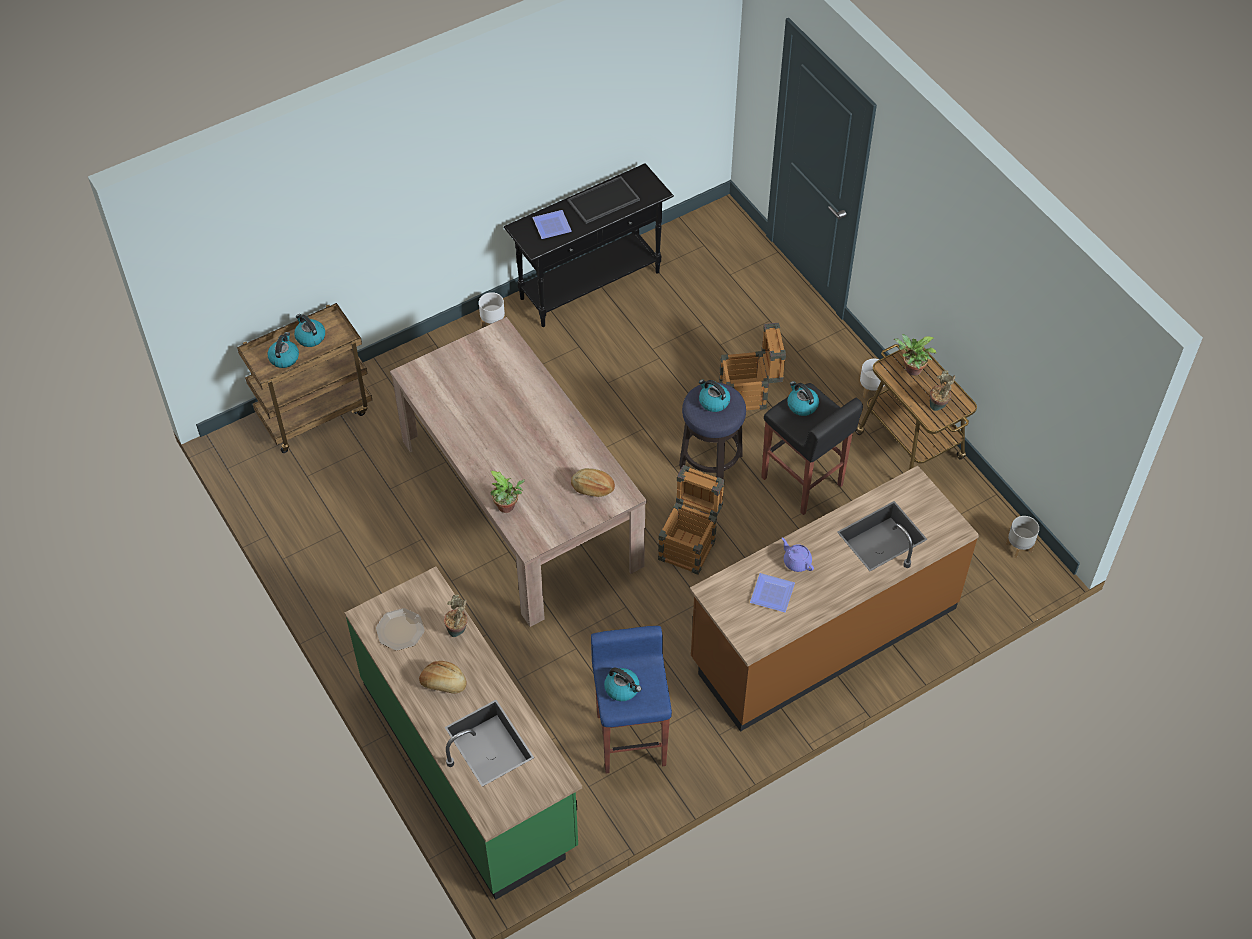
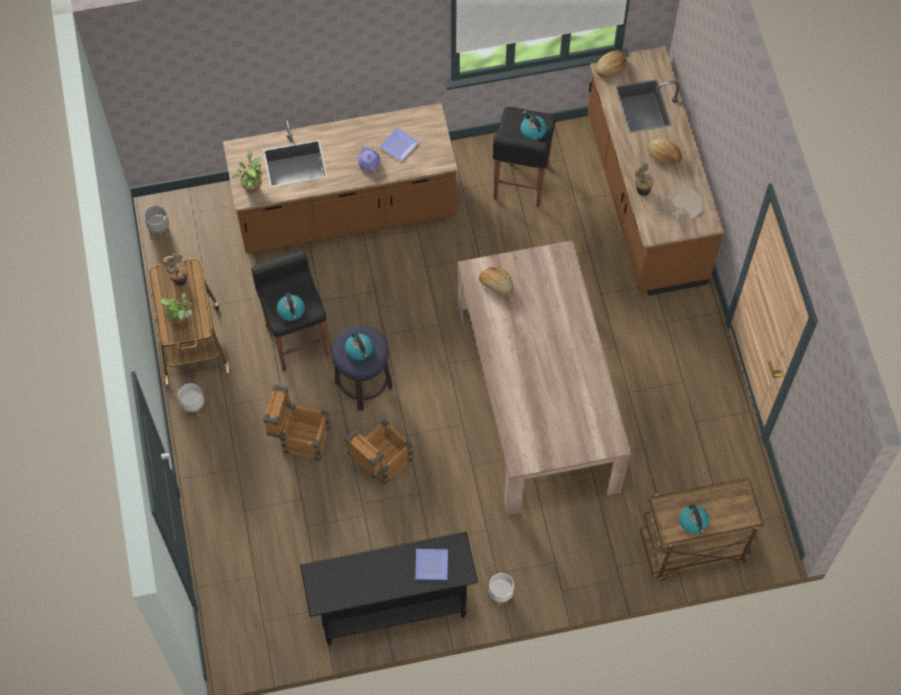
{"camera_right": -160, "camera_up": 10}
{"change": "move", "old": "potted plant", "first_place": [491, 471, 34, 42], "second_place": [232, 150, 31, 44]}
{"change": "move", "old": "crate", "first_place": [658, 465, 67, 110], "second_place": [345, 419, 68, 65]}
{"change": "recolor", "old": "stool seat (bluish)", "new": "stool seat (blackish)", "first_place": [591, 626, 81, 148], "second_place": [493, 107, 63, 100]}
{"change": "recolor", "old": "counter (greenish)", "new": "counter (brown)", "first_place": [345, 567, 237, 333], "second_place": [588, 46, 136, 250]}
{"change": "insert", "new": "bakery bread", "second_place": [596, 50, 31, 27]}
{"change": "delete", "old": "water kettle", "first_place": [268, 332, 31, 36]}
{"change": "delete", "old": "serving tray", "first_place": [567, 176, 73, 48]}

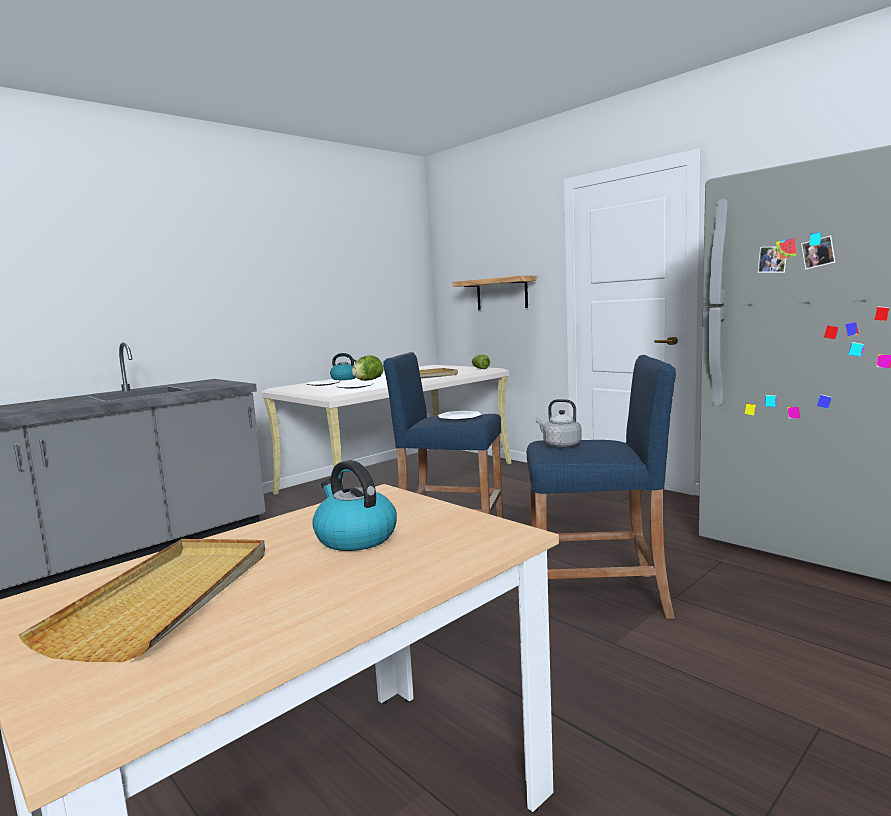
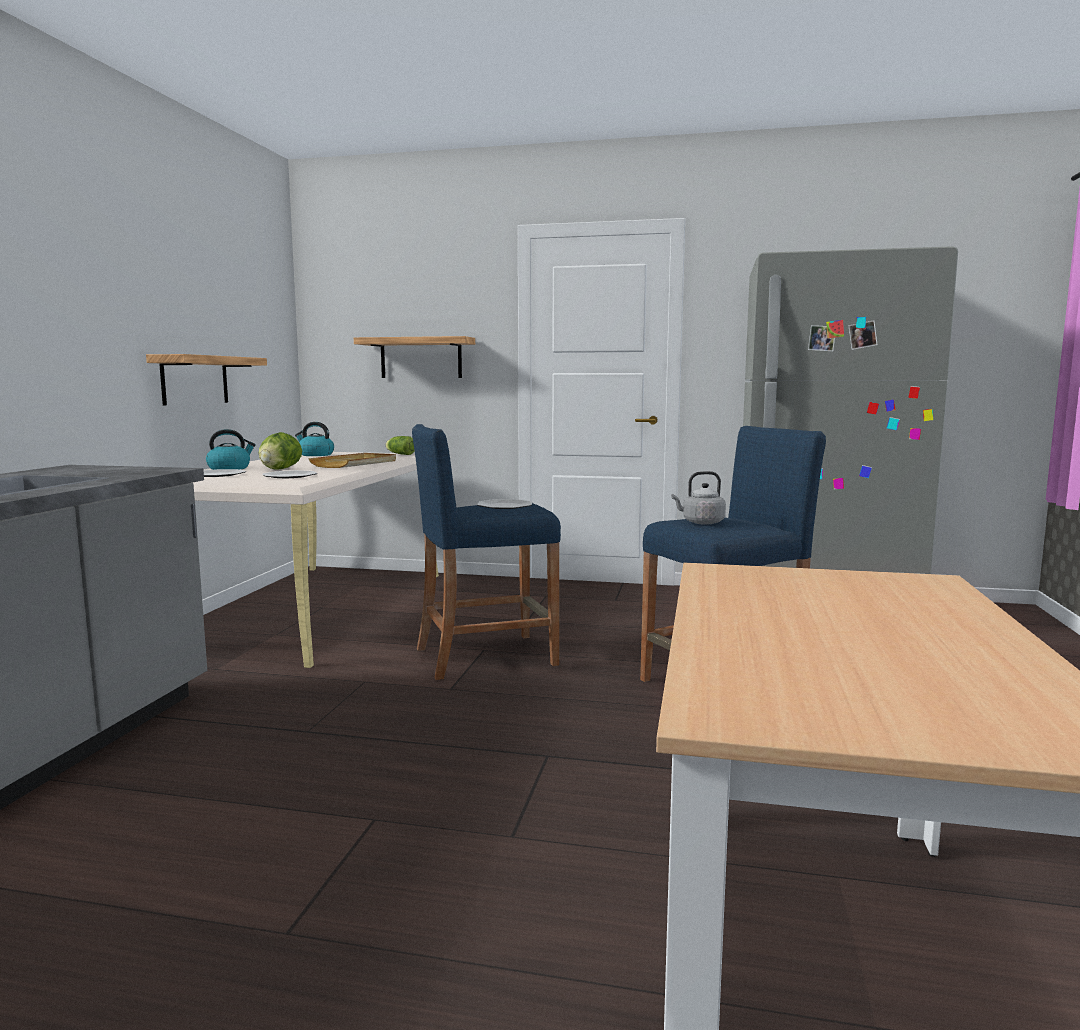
{"camera_right": -35, "camera_up": 0}
{"change": "insert", "new": "wall shelf", "second_place": [146, 354, 121, 51]}
{"change": "move", "old": "water kettle", "first_place": [312, 460, 85, 91], "second_place": [295, 422, 39, 34]}
{"change": "delete", "old": "serving tray (beige)", "first_place": [19, 539, 246, 123]}

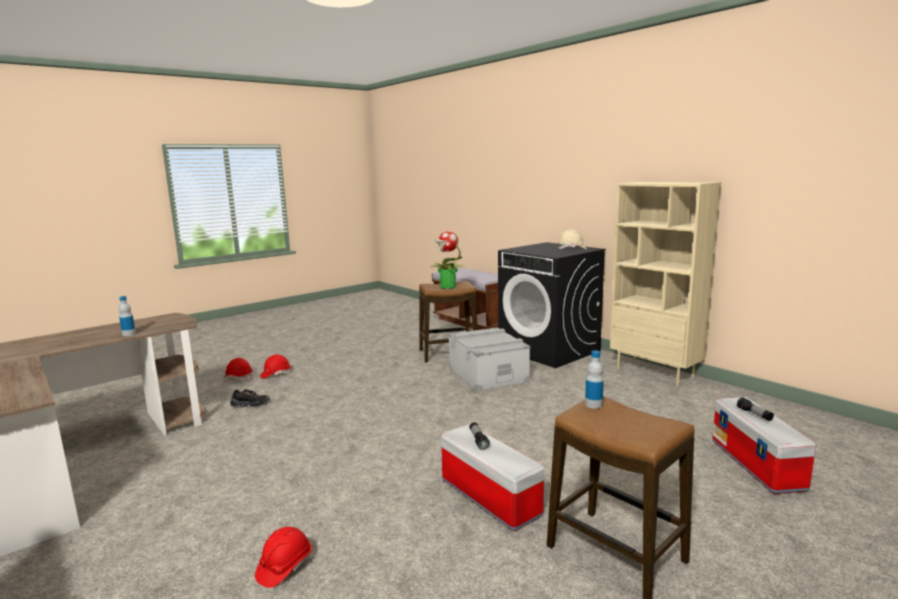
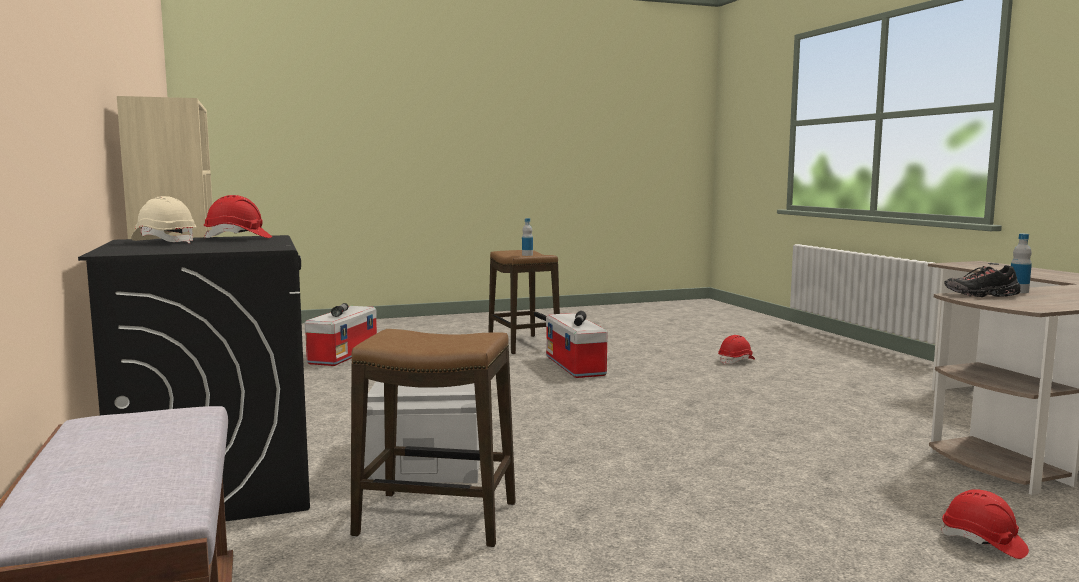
{"camera_right": -160, "camera_up": -5}
{"change": "move", "old": "hard hat (red-coloured)", "first_place": [260, 354, 31, 25], "second_place": [204, 195, 68, 43]}
{"change": "move", "old": "item of footwear (blackish)", "first_place": [230, 389, 40, 19], "second_place": [944, 265, 77, 32]}
{"change": "delete", "old": "potted plant", "first_place": [432, 231, 31, 58]}

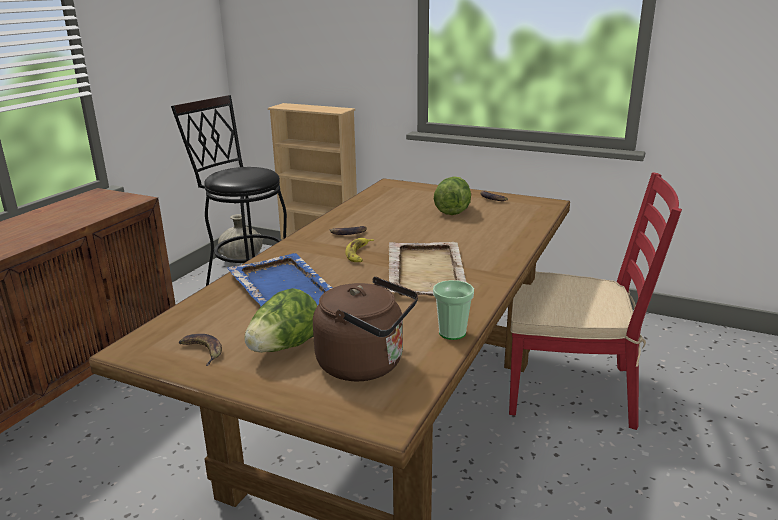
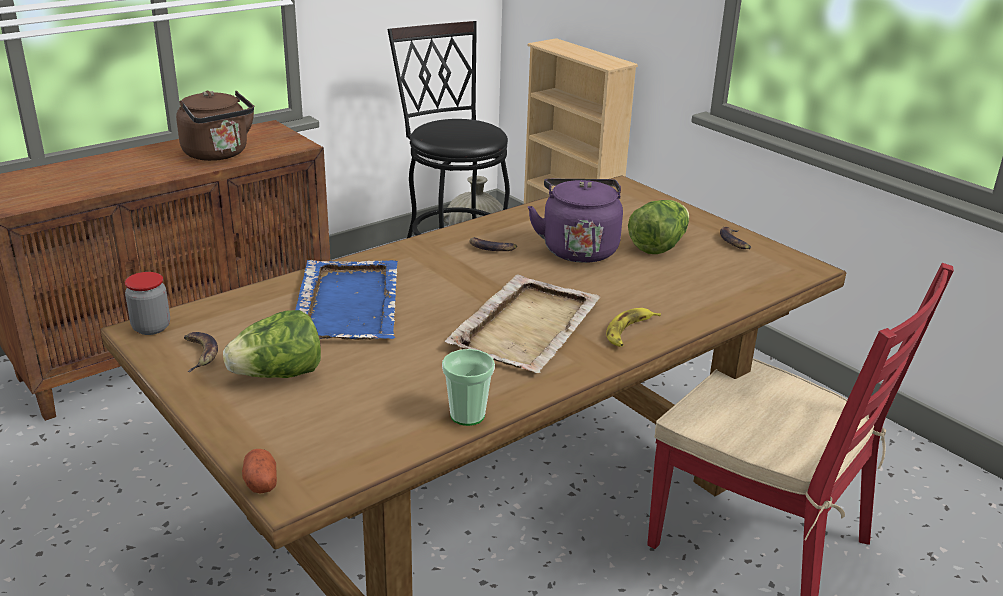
{"camera_right": 25, "camera_up": 5}
{"change": "insert", "new": "jar", "second_place": [125, 272, 45, 63]}
{"change": "move", "old": "water kettle (brown)", "first_place": [313, 277, 105, 104], "second_place": [176, 90, 78, 71]}
{"change": "insert", "new": "potato", "second_place": [242, 449, 35, 44]}
{"change": "insert", "new": "water kettle (purple)", "second_place": [528, 179, 95, 84]}
{"change": "move", "old": "banana", "first_place": [345, 238, 29, 24], "second_place": [606, 308, 55, 39]}

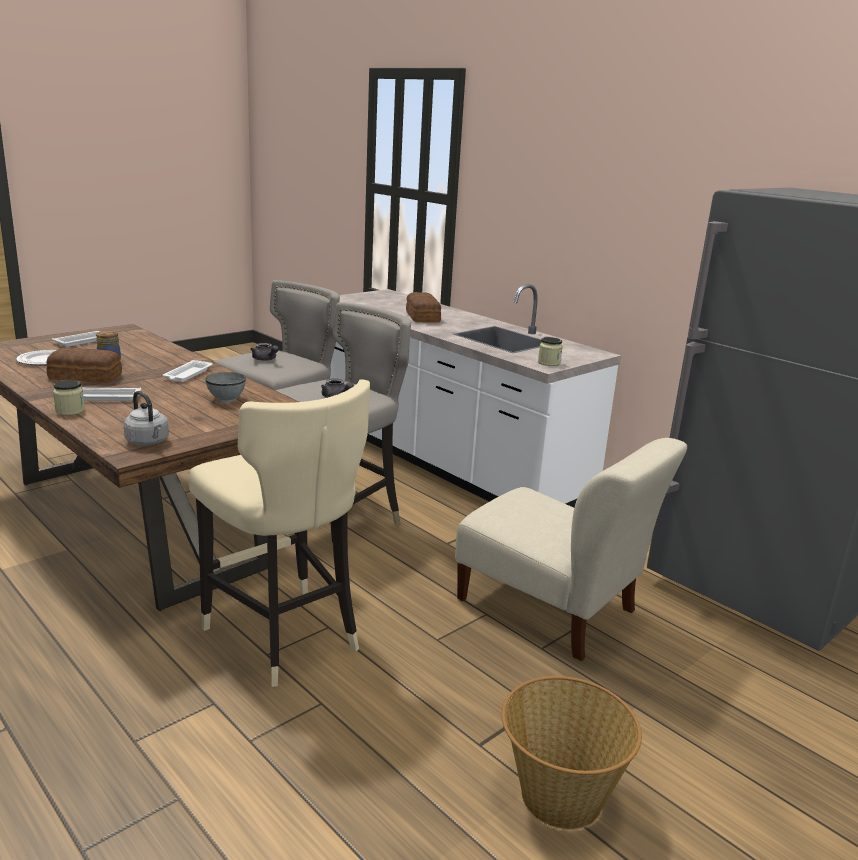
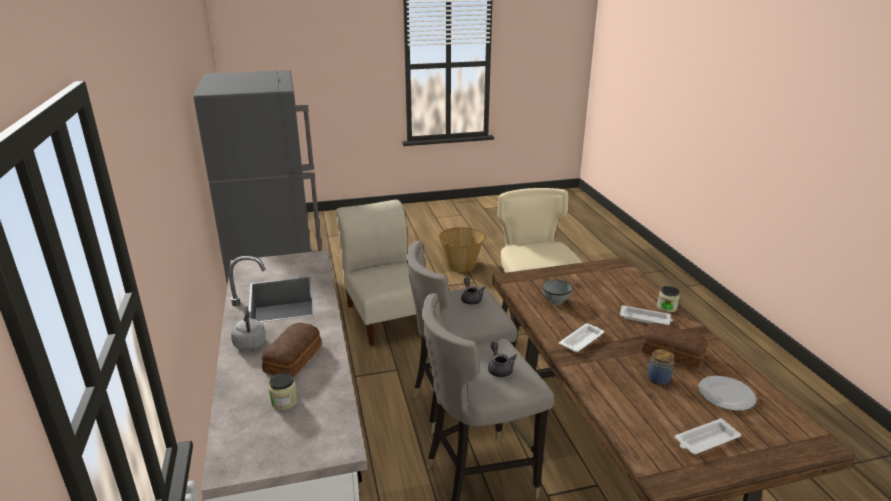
{"camera_right": -150, "camera_up": 5}
{"change": "move", "old": "water kettle (gray)", "first_place": [124, 391, 45, 55], "second_place": [231, 306, 35, 44]}
{"change": "move", "old": "jar", "first_place": [538, 337, 25, 29], "second_place": [269, 373, 29, 37]}

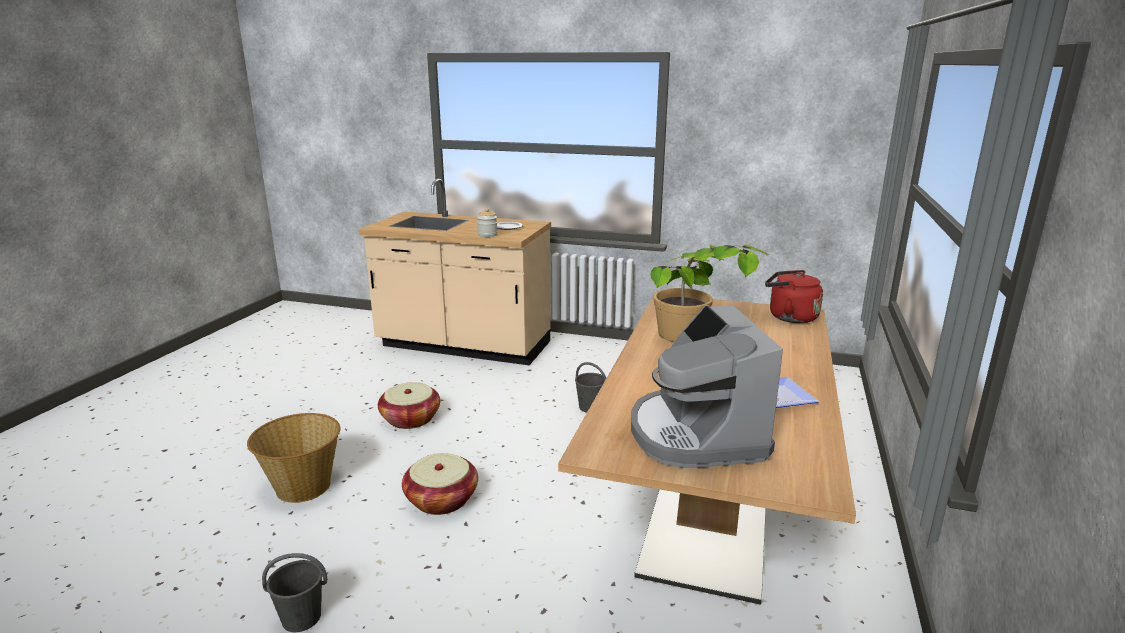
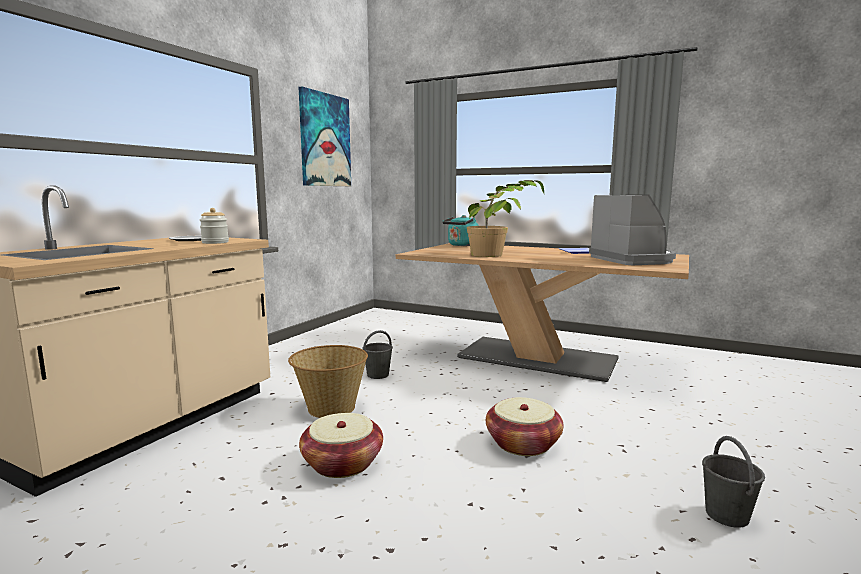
{"camera_right": -80, "camera_up": -10}
{"change": "move", "old": "storage basket", "first_place": [247, 413, 93, 90], "second_place": [288, 345, 80, 73]}
{"change": "insert", "new": "picture", "second_place": [299, 86, 52, 100]}
{"change": "recolor", "old": "water kettle (red-coloured)", "new": "water kettle (turquoise)", "first_place": [765, 270, 58, 53], "second_place": [442, 215, 37, 31]}
{"change": "rotate", "old": "coffee machine", "first_place": [631, 305, 152, 163], "second_place": [589, 194, 87, 71], "degrees": -105}

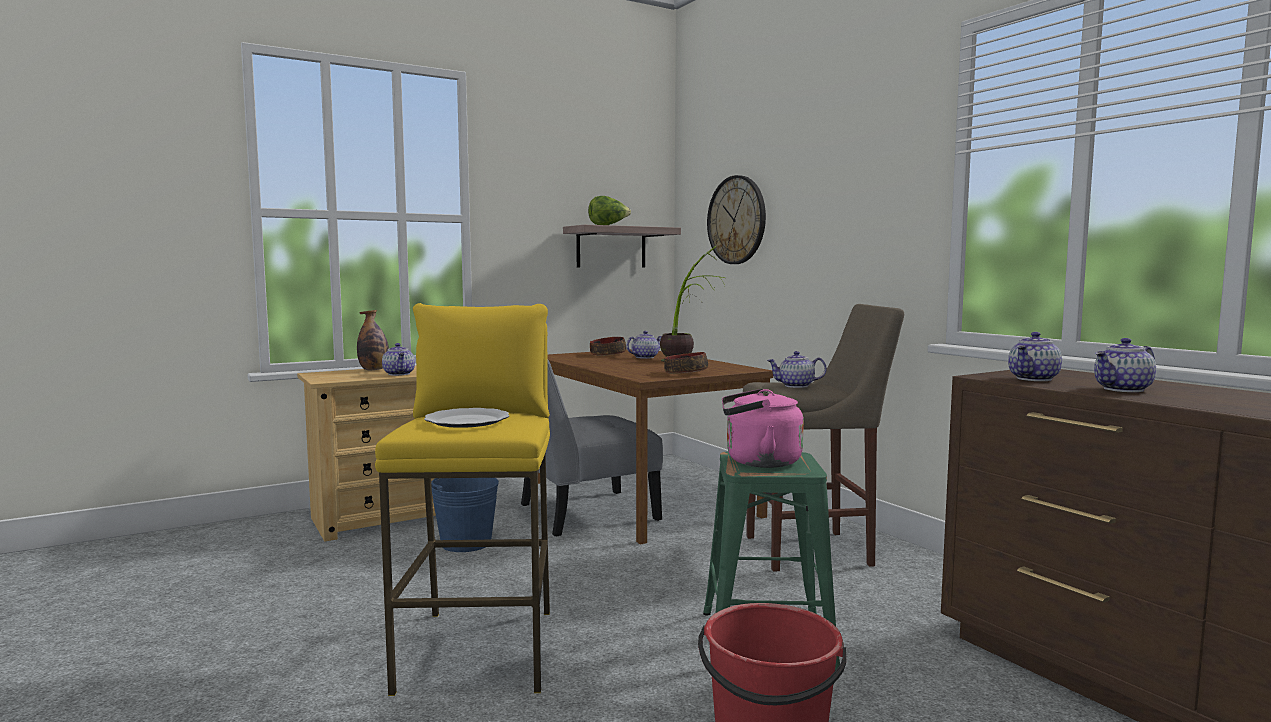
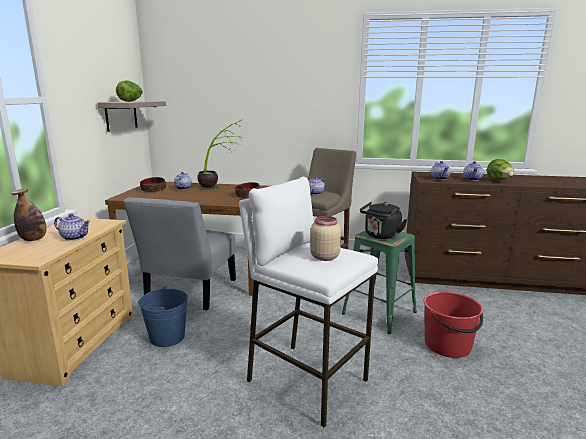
{"camera_right": -50, "camera_up": 10}
{"change": "recolor", "old": "stool seat (yellow)", "new": "stool seat (whitish)", "first_place": [375, 303, 175, 393], "second_place": [239, 176, 139, 252]}
{"change": "replace", "old": "plate", "new": "jar (beige)", "first_place": [424, 408, 86, 20], "second_place": [310, 216, 31, 45]}
{"change": "recolor", "old": "water kettle (pink)", "new": "water kettle (blackish)", "first_place": [722, 389, 82, 79], "second_place": [360, 202, 47, 37]}
{"change": "insert", "new": "lettuce", "second_place": [487, 159, 27, 22]}
{"change": "delete", "old": "wall clock", "first_place": [707, 175, 59, 89]}

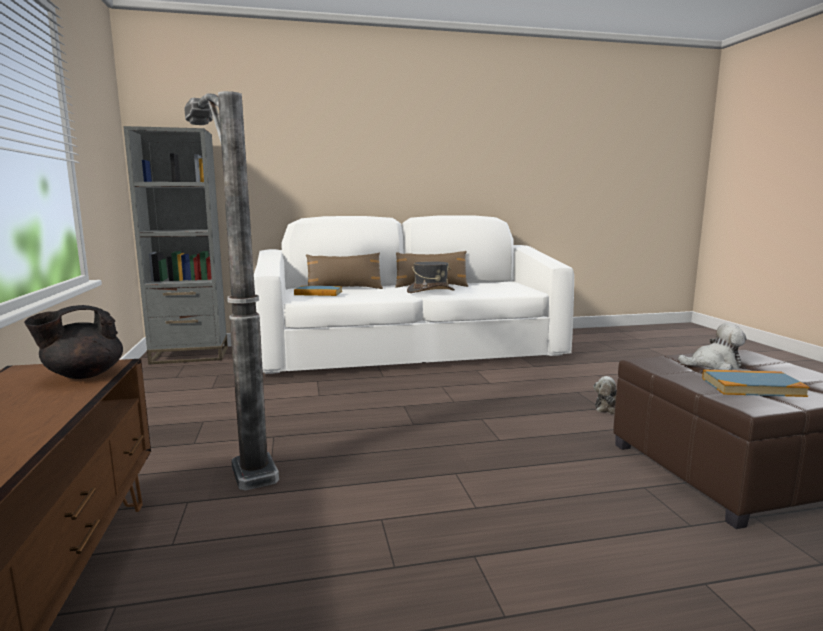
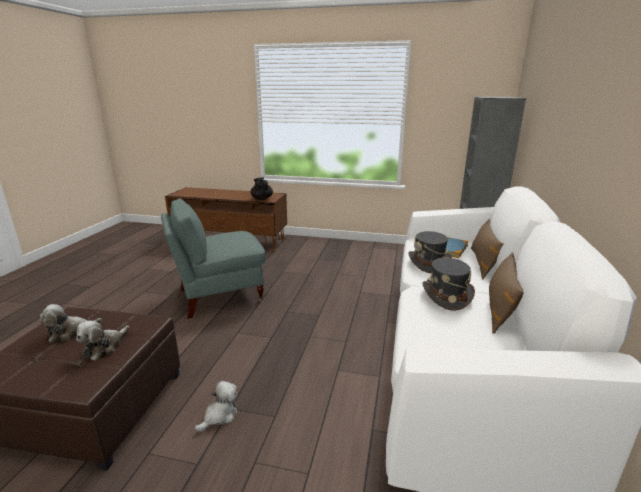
{"camera_right": 115, "camera_up": 10}
{"change": "replace", "old": "volume", "new": "cuddly toy", "first_place": [702, 370, 108, 27], "second_place": [39, 304, 63, 39]}
{"change": "insert", "new": "easy chair (gray)", "second_place": [161, 198, 105, 121]}
{"change": "insert", "new": "hat (gray)", "second_place": [408, 231, 44, 42]}
{"change": "delete", "old": "standing lamp", "first_place": [184, 91, 95, 399]}

